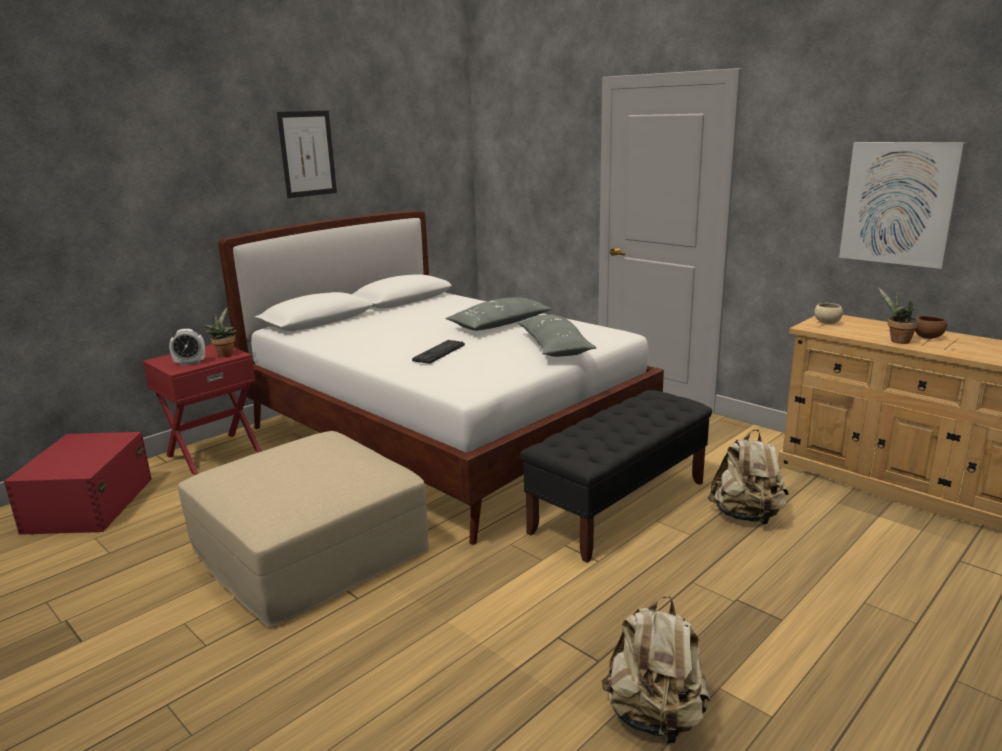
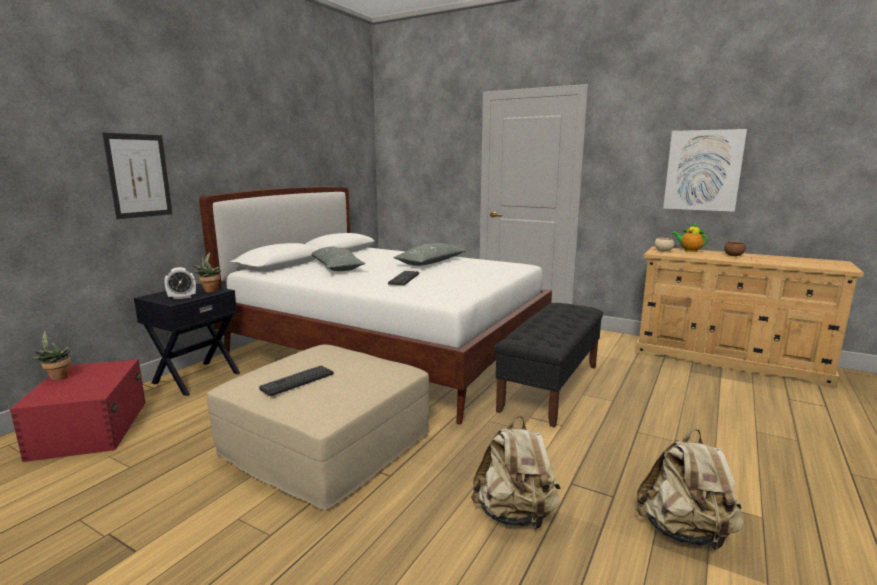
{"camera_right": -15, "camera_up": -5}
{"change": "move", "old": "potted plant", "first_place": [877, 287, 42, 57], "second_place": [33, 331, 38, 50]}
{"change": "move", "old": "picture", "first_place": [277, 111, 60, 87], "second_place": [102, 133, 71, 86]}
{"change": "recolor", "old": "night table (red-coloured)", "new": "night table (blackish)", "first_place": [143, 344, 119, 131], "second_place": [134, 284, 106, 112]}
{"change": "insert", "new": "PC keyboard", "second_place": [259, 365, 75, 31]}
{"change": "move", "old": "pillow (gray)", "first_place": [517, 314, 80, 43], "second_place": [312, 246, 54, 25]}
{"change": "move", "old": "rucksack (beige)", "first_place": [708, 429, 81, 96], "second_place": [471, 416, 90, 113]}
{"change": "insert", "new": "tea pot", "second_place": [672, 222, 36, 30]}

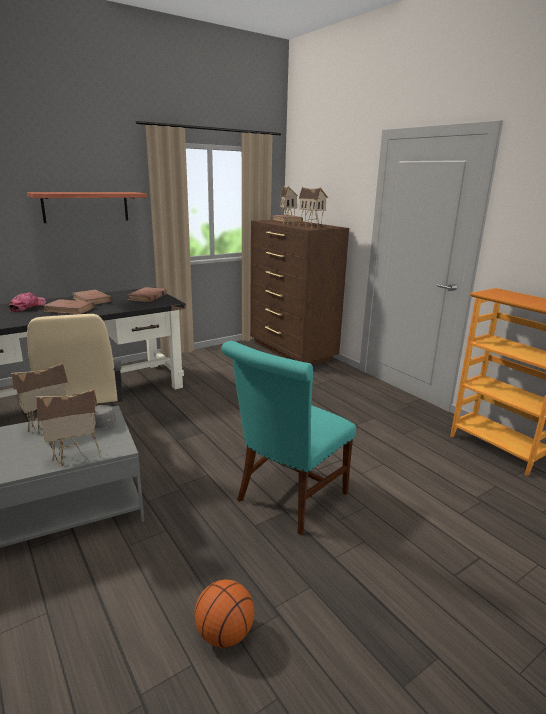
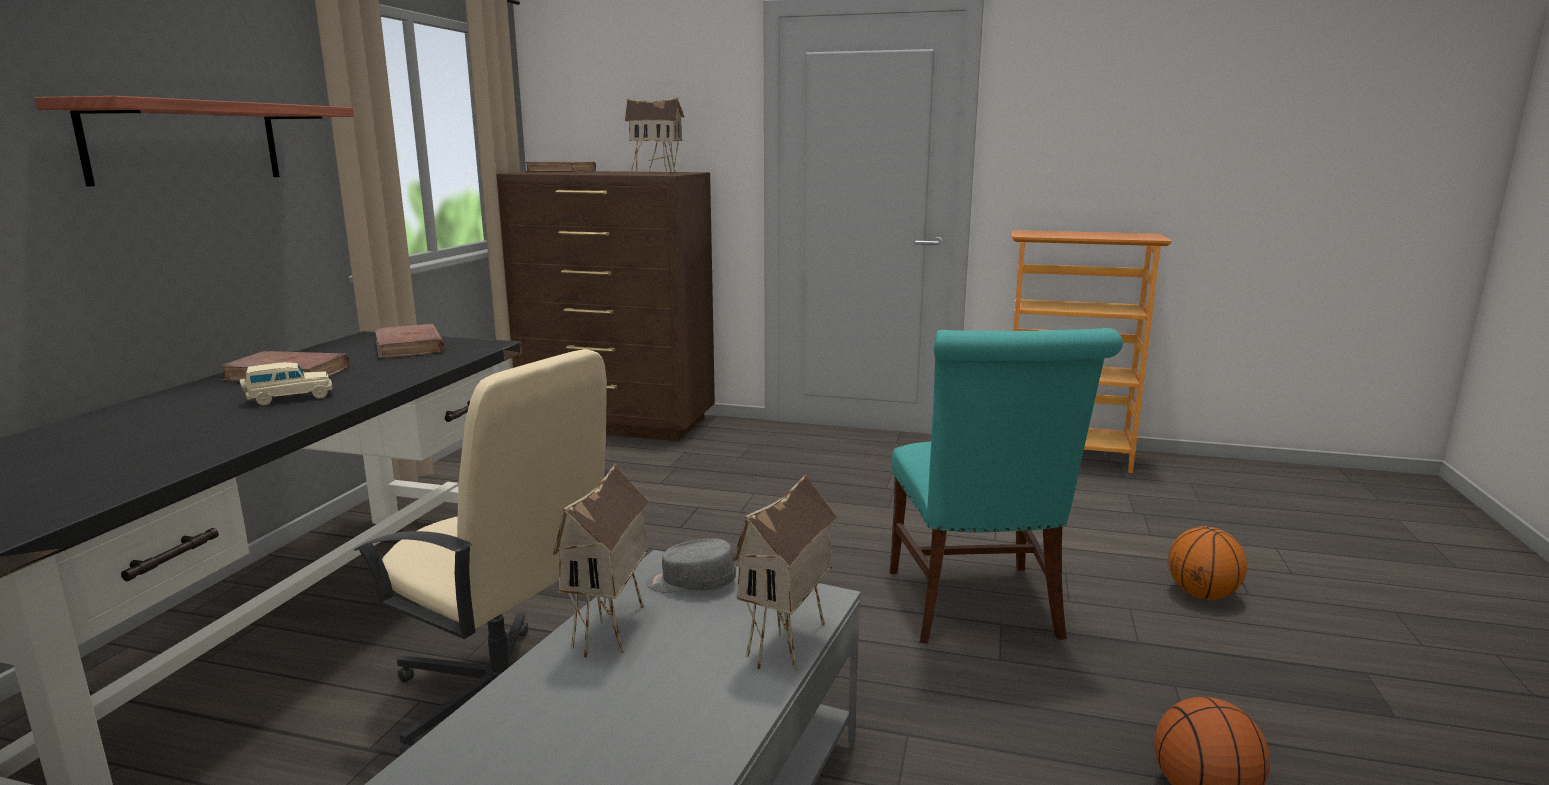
{"camera_right": -40, "camera_up": -5}
{"change": "replace", "old": "volume (brown)", "new": "model car (beige)", "first_place": [43, 299, 51, 15], "second_place": [240, 362, 93, 44]}
{"change": "insert", "new": "ball for basketball", "second_place": [1168, 526, 79, 74]}
{"change": "delete", "old": "baseball cap", "first_place": [9, 293, 37, 19]}
{"change": "delete", "old": "toy house", "first_place": [279, 186, 19, 39]}

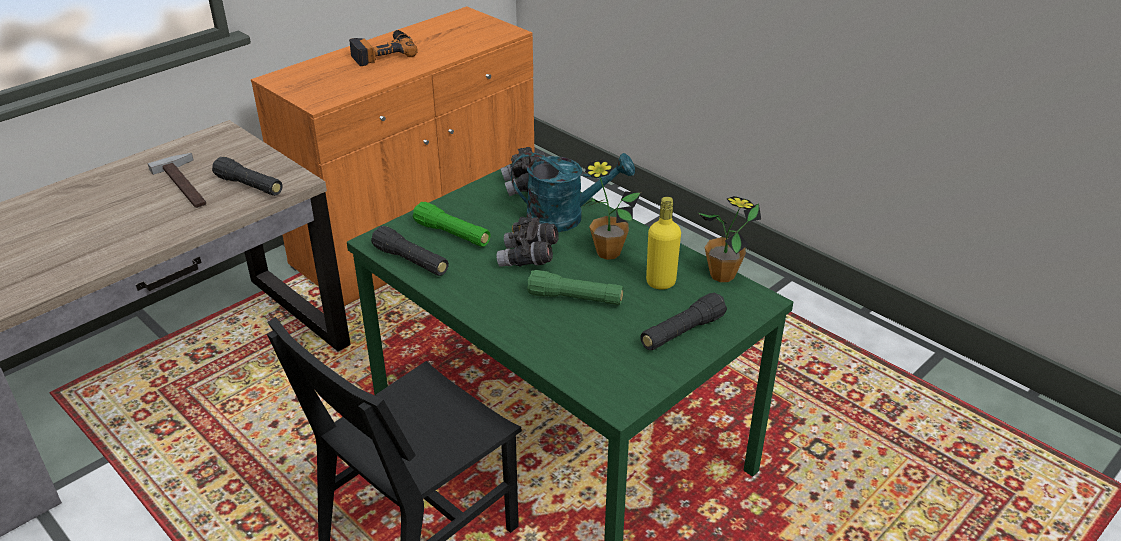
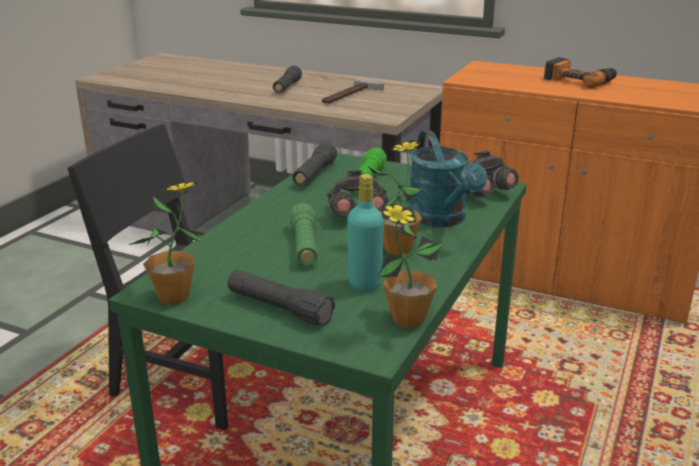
{"camera_right": 70, "camera_up": -10}
{"change": "insert", "new": "potted plant", "second_place": [129, 182, 75, 123]}
{"change": "move", "old": "flashlight (blackish)", "first_place": [212, 157, 71, 39], "second_place": [273, 66, 29, 28]}
{"change": "recolor", "old": "drink bottle (yellow)", "new": "drink bottle (turquoise)", "first_place": [646, 197, 35, 92], "second_place": [347, 174, 37, 118]}

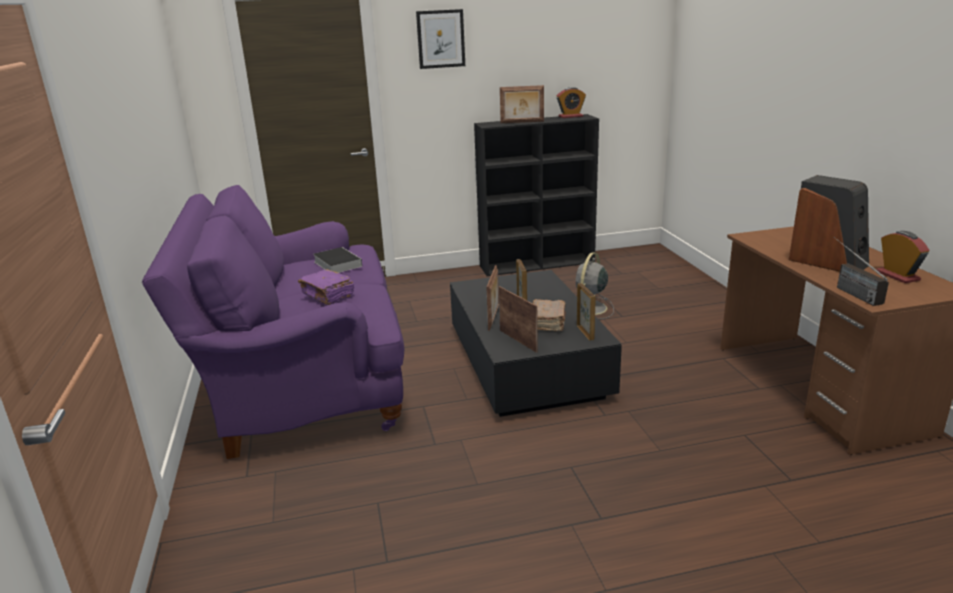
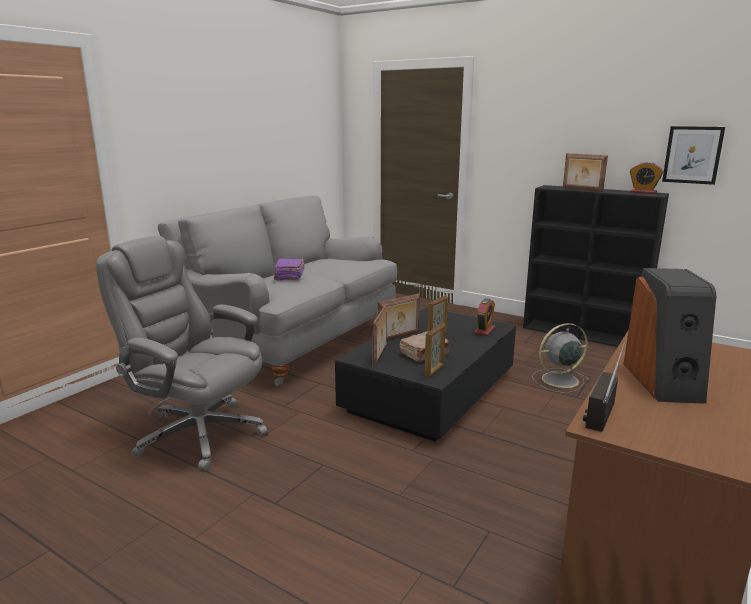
{"camera_right": 45, "camera_up": -5}
{"change": "insert", "new": "computer chair (gray)", "second_place": [96, 236, 172, 235]}
{"change": "recolor", "old": "settee (purple)", "new": "settee (gray)", "first_place": [142, 185, 262, 274], "second_place": [158, 195, 239, 191]}
{"change": "move", "old": "alarm clock", "first_place": [876, 231, 54, 52], "second_place": [474, 298, 21, 38]}
{"change": "move", "old": "picture", "first_place": [416, 9, 49, 60], "second_place": [662, 126, 63, 59]}
{"change": "delete", "old": "volume", "first_place": [313, 247, 49, 26]}

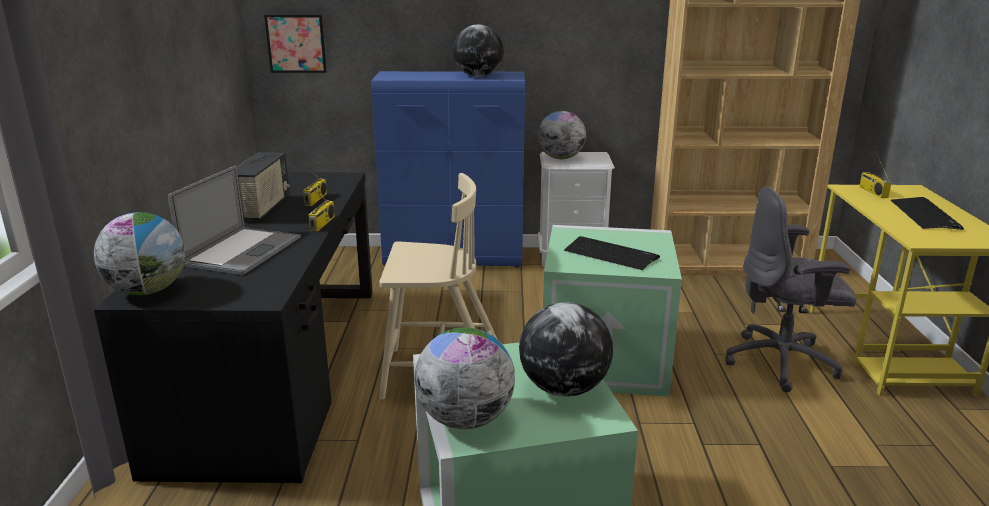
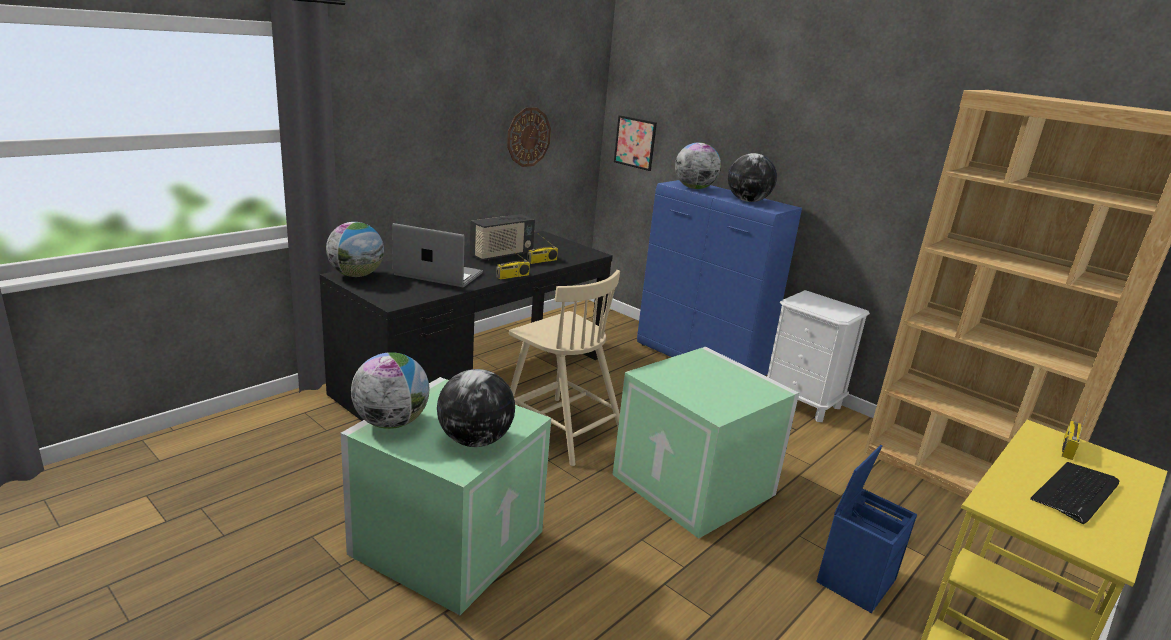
{"camera_right": 40, "camera_up": 0}
{"change": "rotate", "old": "notebook computer", "first_place": [168, 166, 133, 109], "second_place": [392, 223, 91, 64], "degrees": -135}
{"change": "insert", "new": "wall clock", "second_place": [507, 107, 44, 60]}
{"change": "move", "old": "globe", "first_place": [538, 111, 48, 48], "second_place": [675, 142, 46, 47]}
{"change": "replace", "old": "computer chair (gray)", "new": "storage bin (bluish)", "first_place": [725, 186, 132, 206], "second_place": [816, 445, 101, 168]}
{"change": "delete", "old": "PC keyboard", "first_place": [564, 236, 96, 34]}

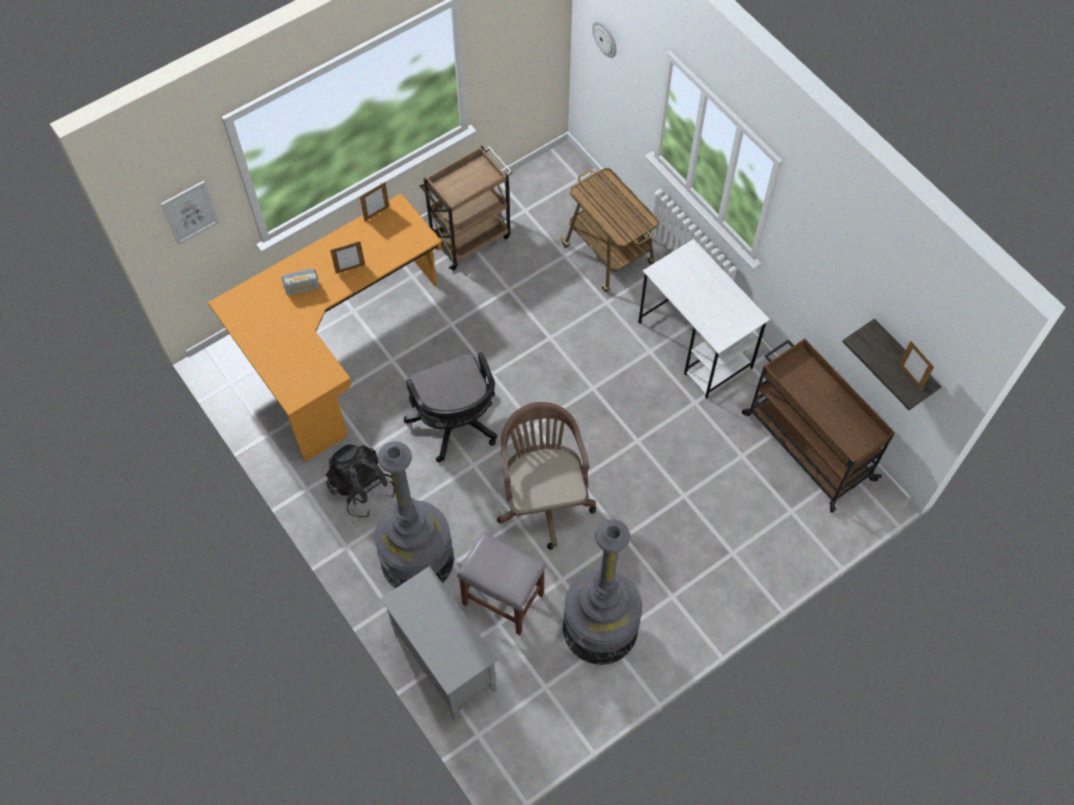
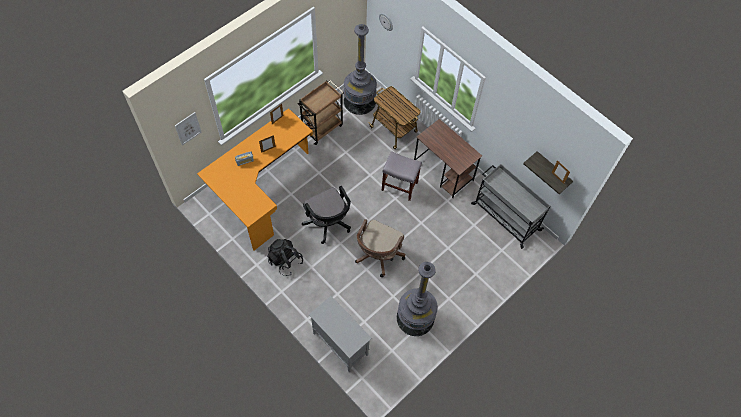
{"camera_right": -10, "camera_up": 0}
{"change": "move", "old": "standing lamp (gray)", "first_place": [374, 441, 80, 147], "second_place": [344, 24, 33, 91]}
{"change": "rotate", "old": "computer chair (brown)", "first_place": [497, 402, 99, 148], "second_place": [355, 219, 50, 58], "degrees": -135}
{"change": "move", "old": "stool seat (gray)", "first_place": [457, 532, 89, 103], "second_place": [381, 151, 41, 50]}
{"change": "recolor", "old": "desk unit (whitish)", "new": "desk unit (brown)", "first_place": [639, 239, 131, 160], "second_place": [414, 119, 68, 79]}
{"change": "recolor", "old": "cart (brown)", "new": "cart (gray)", "first_place": [742, 339, 153, 174], "second_place": [471, 164, 79, 85]}

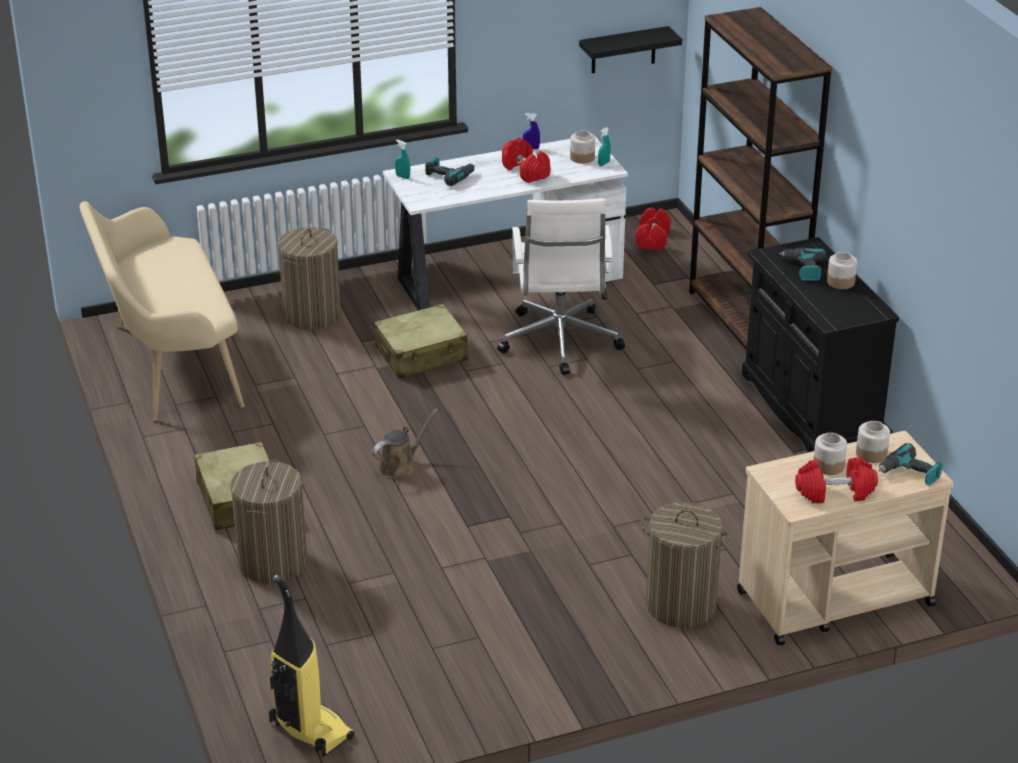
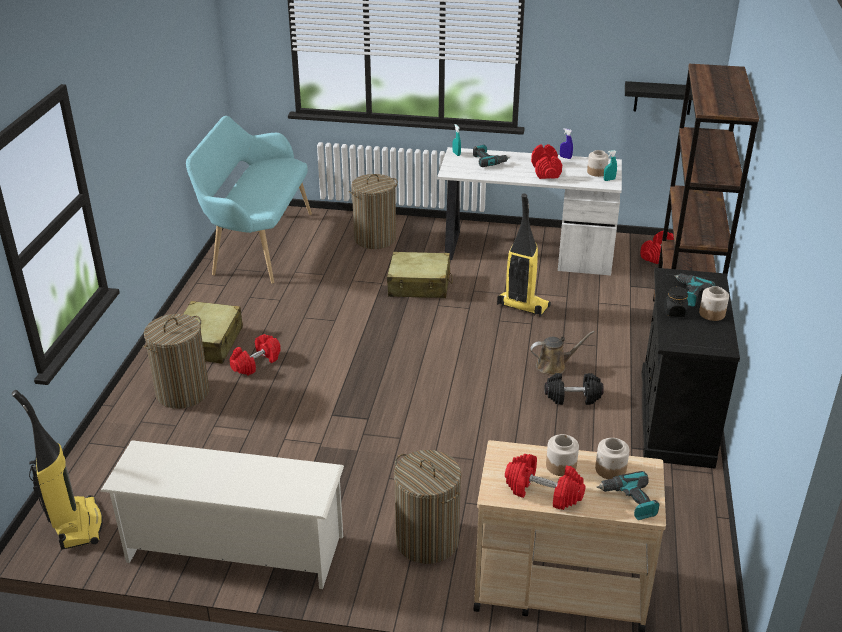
{"camera_right": 30, "camera_up": 0}
{"change": "insert", "new": "shoe rack (whitish)", "second_place": [100, 440, 244, 149]}
{"change": "recolor", "old": "bench (beige)", "new": "bench (turquoise)", "first_place": [80, 201, 165, 220], "second_place": [186, 116, 126, 168]}
{"change": "insert", "new": "dumbbell (red-coloured)", "second_place": [230, 334, 51, 41]}
{"change": "replace", "old": "computer chair (whitish)", "new": "hoover", "first_place": [497, 198, 128, 177], "second_place": [497, 194, 54, 123]}
{"change": "move", "old": "sprinkling can (brown)", "first_place": [372, 409, 66, 70], "second_place": [530, 331, 65, 44]}
{"change": "insert", "new": "dumbbell (blackish)", "second_place": [544, 373, 60, 32]}
{"change": "insert", "new": "jar (blackish)", "second_place": [664, 286, 24, 31]}

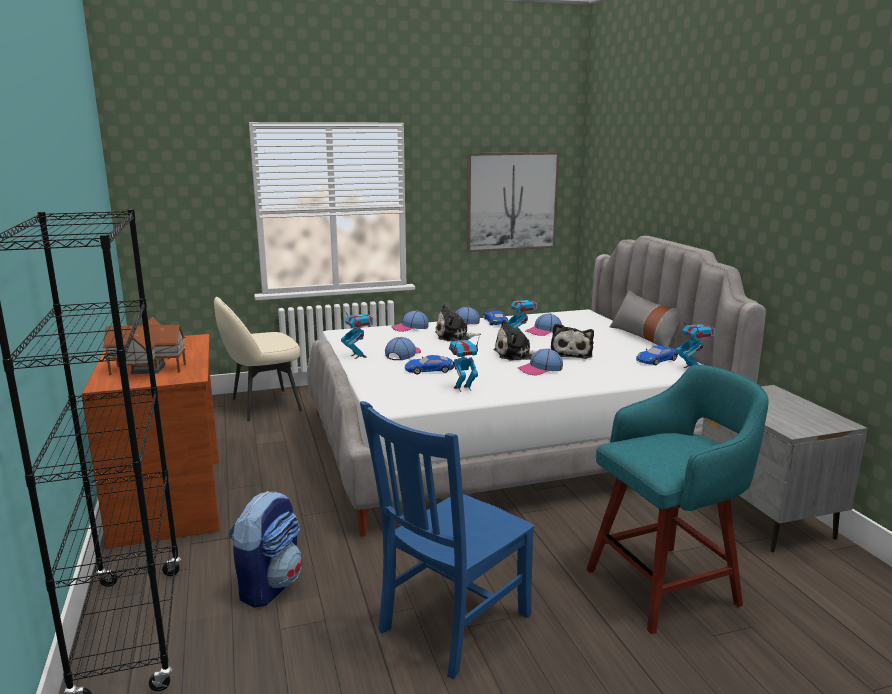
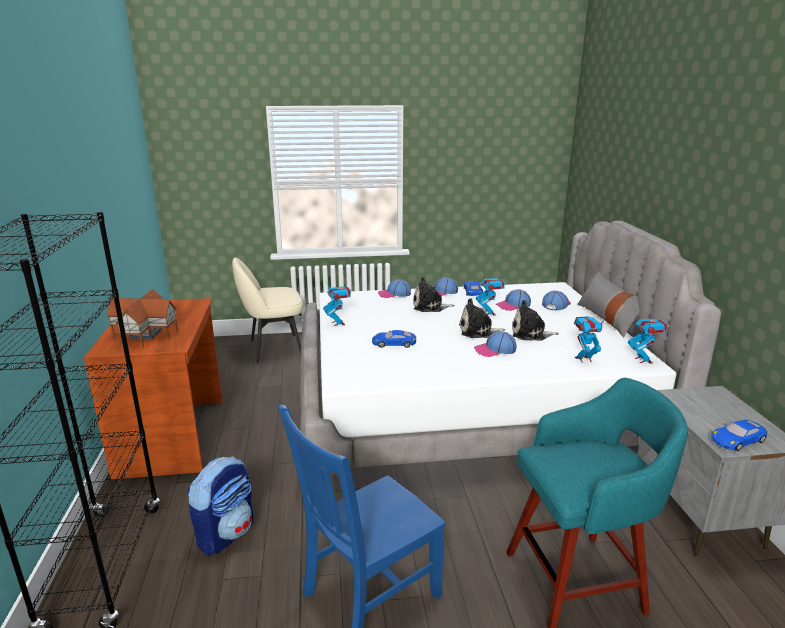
{"camera_right": 10, "camera_up": 5}
{"change": "rotate", "old": "cuddly toy", "first_place": [551, 323, 43, 36], "second_place": [512, 300, 47, 41], "degrees": 75}
{"change": "move", "old": "baseball cap", "first_place": [385, 337, 36, 23], "second_place": [542, 291, 29, 20]}
{"change": "move", "old": "model robot", "first_place": [449, 338, 30, 54], "second_place": [574, 316, 31, 47]}
{"change": "move", "old": "model car (bluish)", "first_place": [636, 346, 42, 20], "second_place": [711, 420, 56, 31]}
{"change": "delete", "old": "picture", "first_place": [467, 152, 93, 100]}

